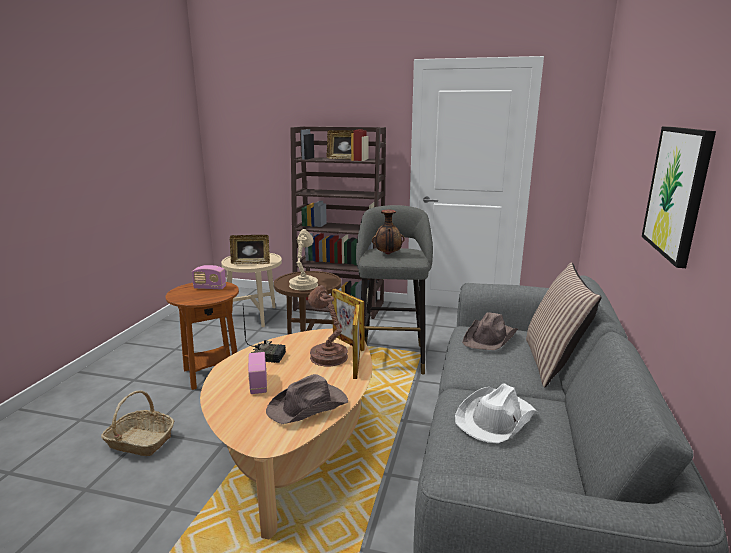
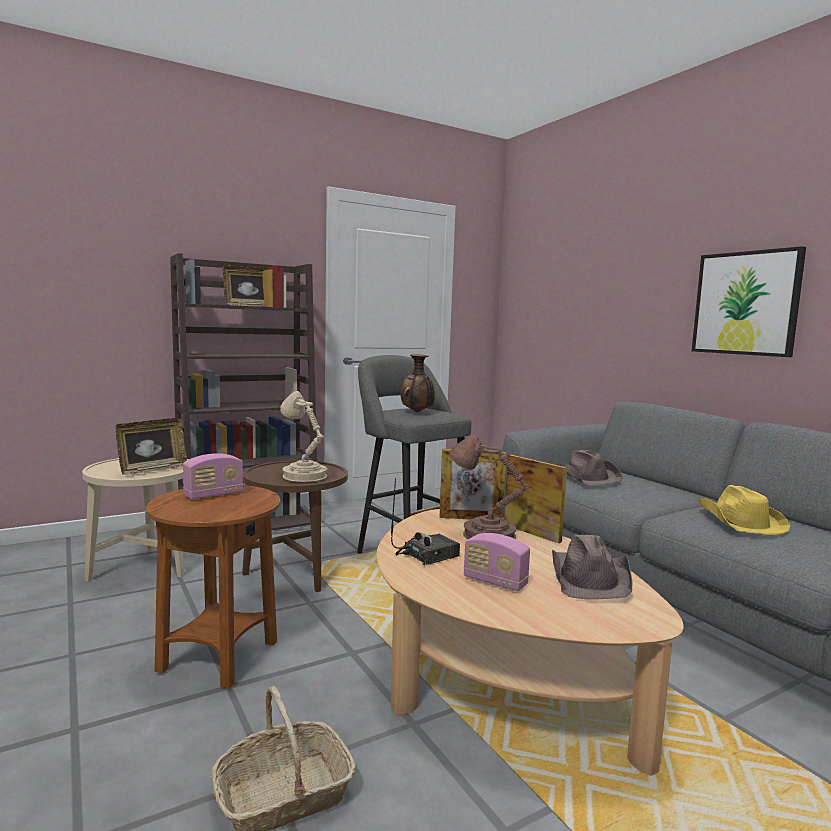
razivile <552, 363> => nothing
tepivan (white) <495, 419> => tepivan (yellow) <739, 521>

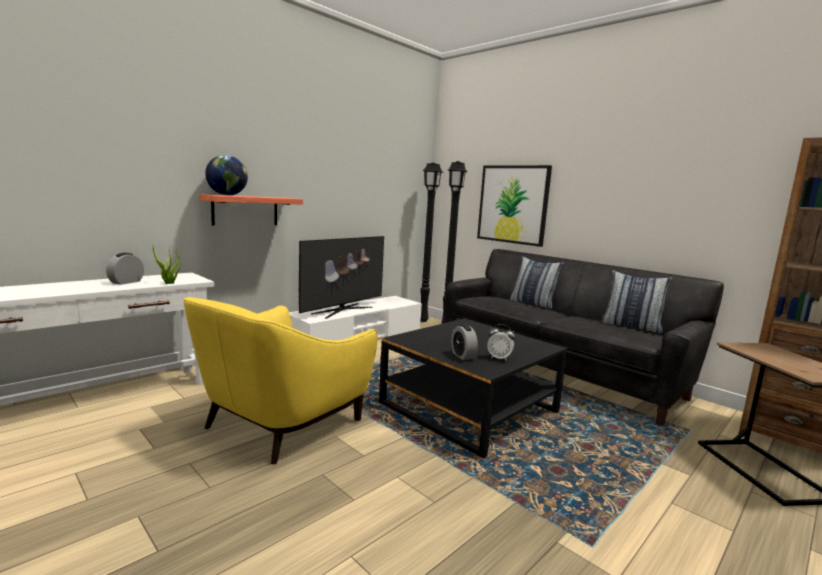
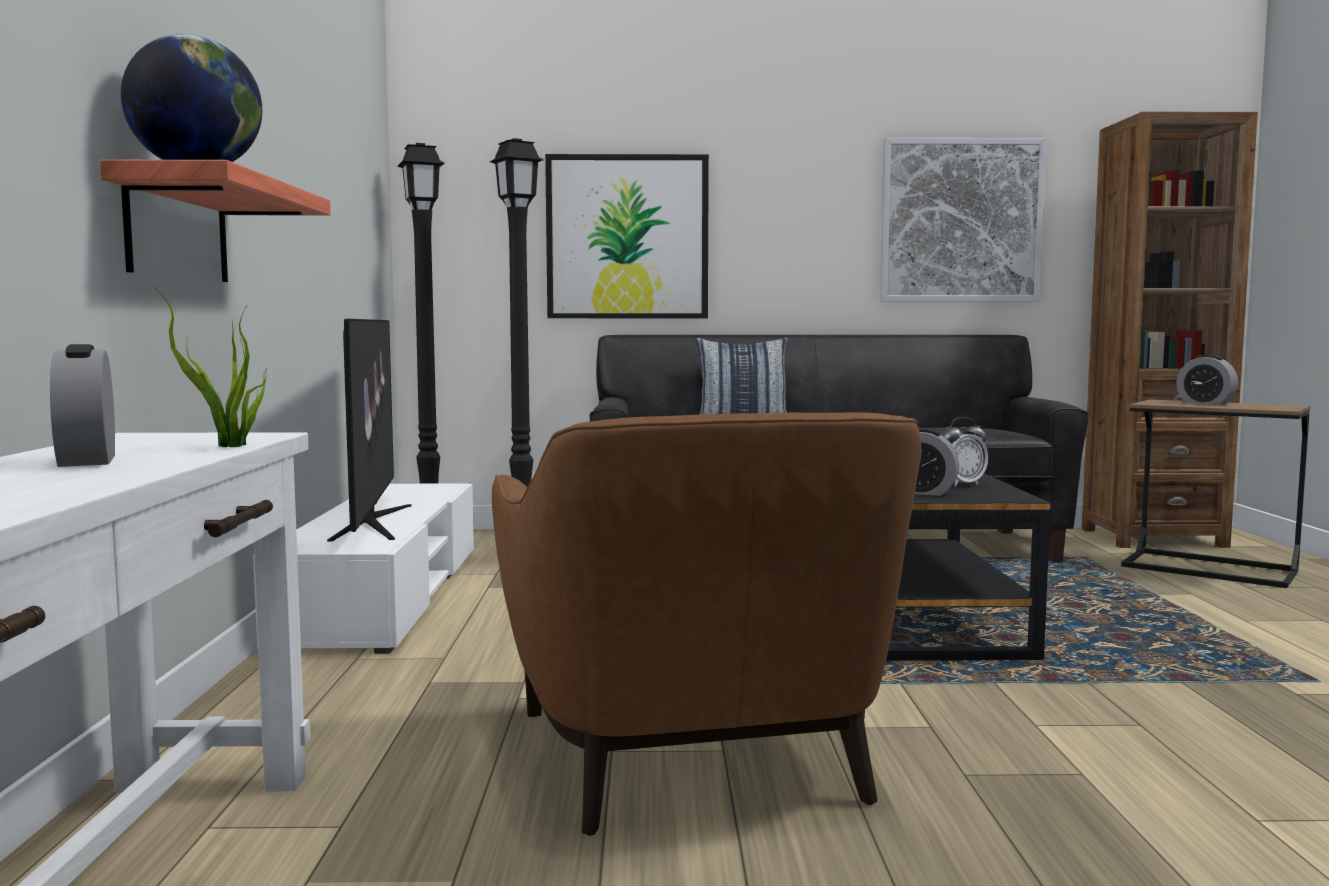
razivile <631, 326> => nothing
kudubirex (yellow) <281, 423> => kudubirex (brown) <694, 756>
nothing => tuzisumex <961, 221>
nothing => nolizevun <1205, 403>

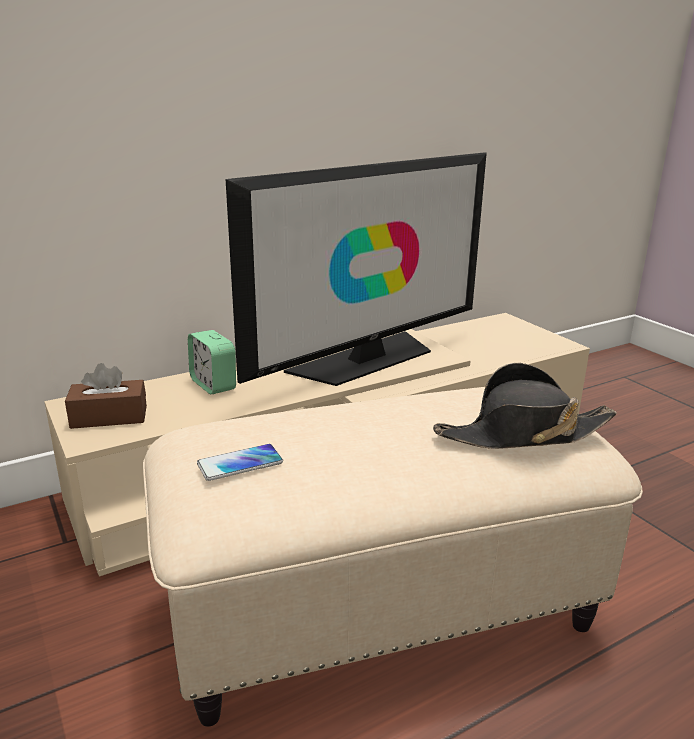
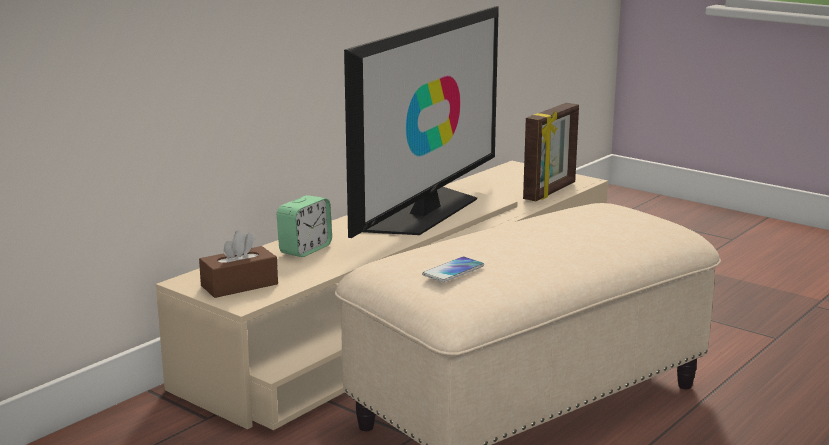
nolizevun <213, 385> => nolizevun <305, 249>, 90 degrees counterclockwise
tepivan (black) <523, 434> => nothing
nothing => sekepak <551, 192>

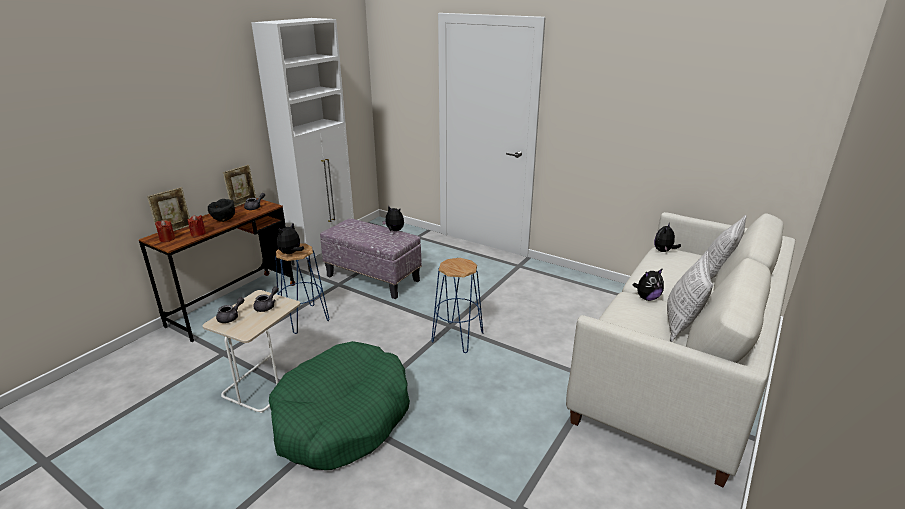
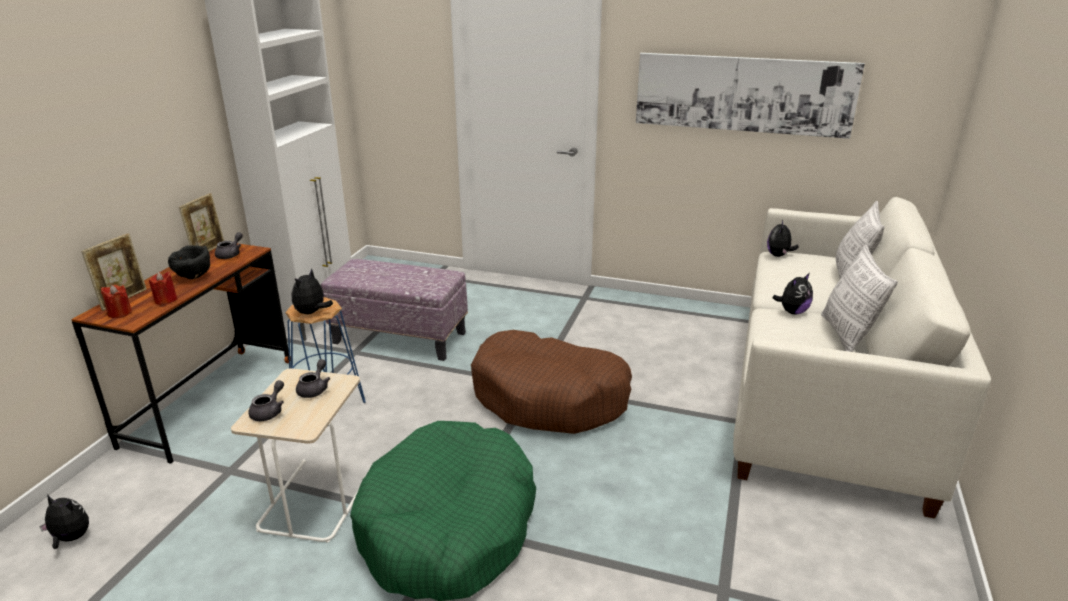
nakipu <394, 231> => nakipu <70, 538>, moved
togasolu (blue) <457, 337> => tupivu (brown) <550, 398>
nothing => tuzisumex <743, 94>

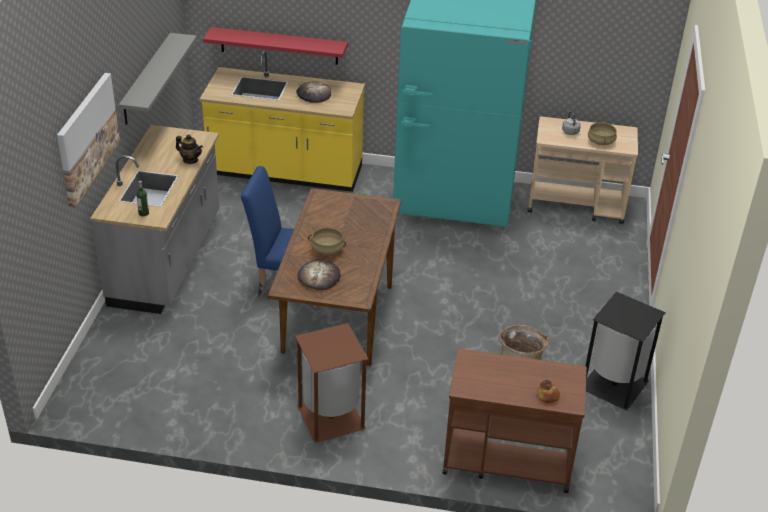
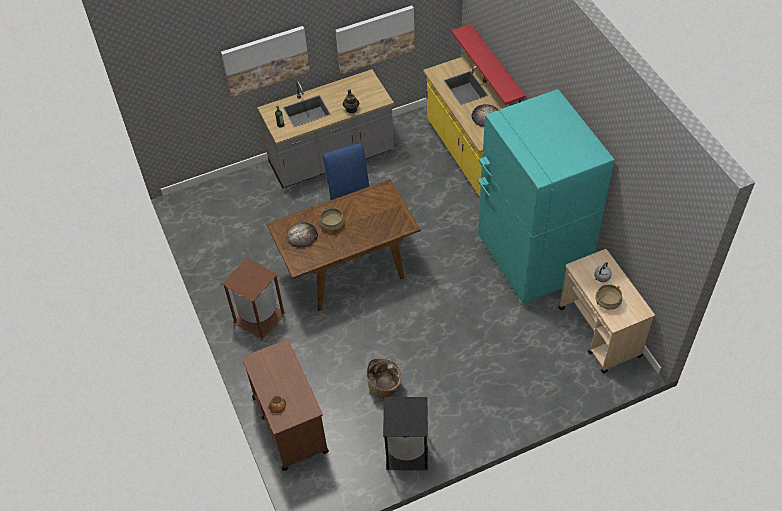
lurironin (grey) <147, 79> => tuzisumex <375, 39>

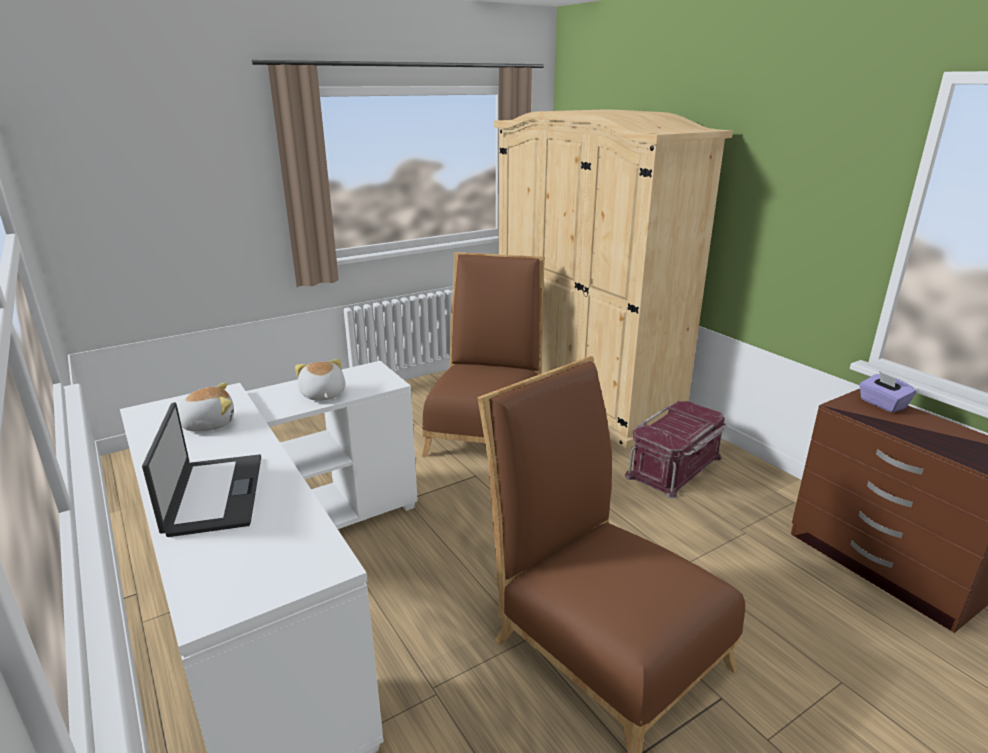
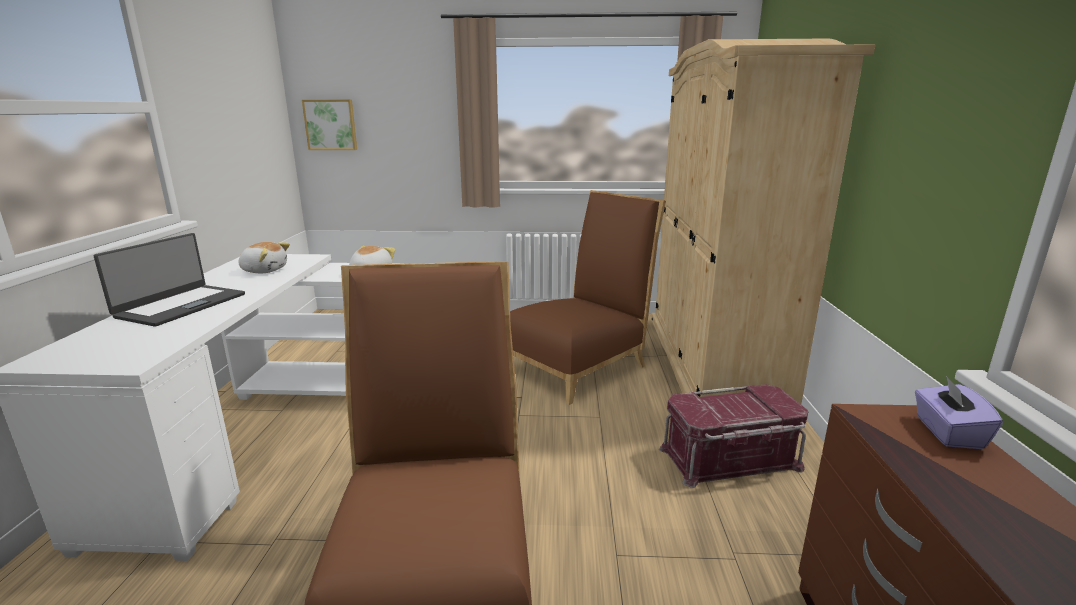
nothing => tuzisumex <331, 125>

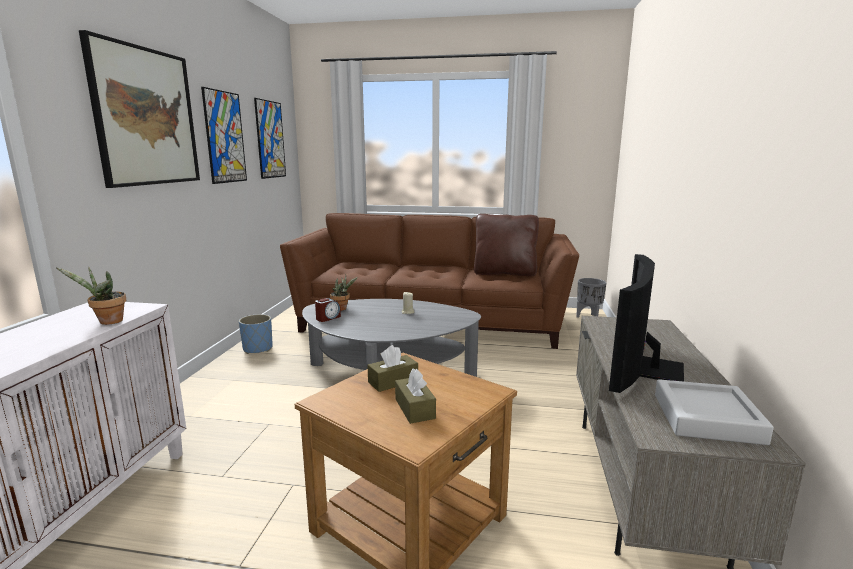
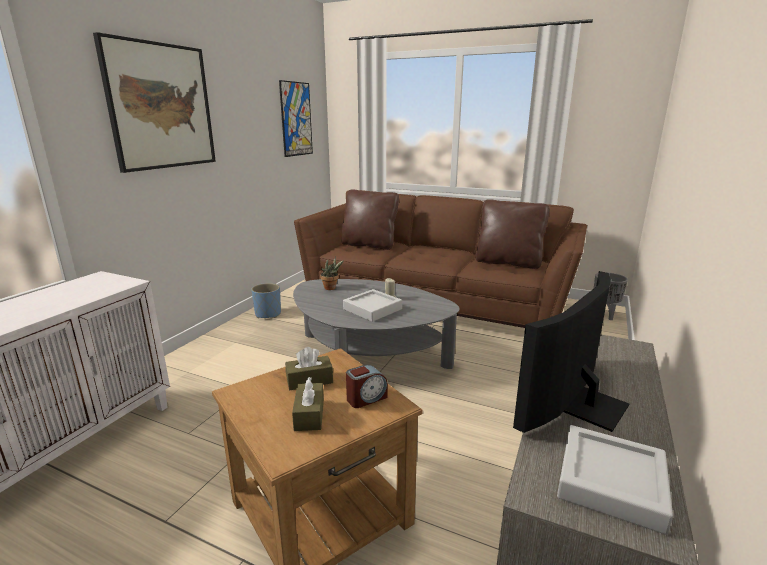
tuzisumex <225, 137> => nothing
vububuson <107, 322> => nothing
nolizevun <328, 318> => nolizevun <366, 398>, moved
nothing => razivile (brown) <369, 245>
nothing => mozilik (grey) <372, 309>

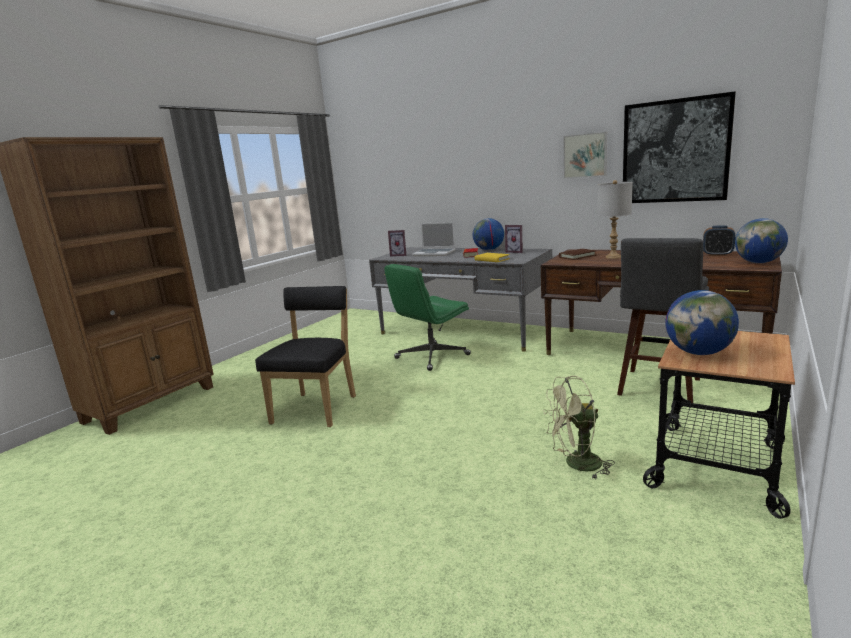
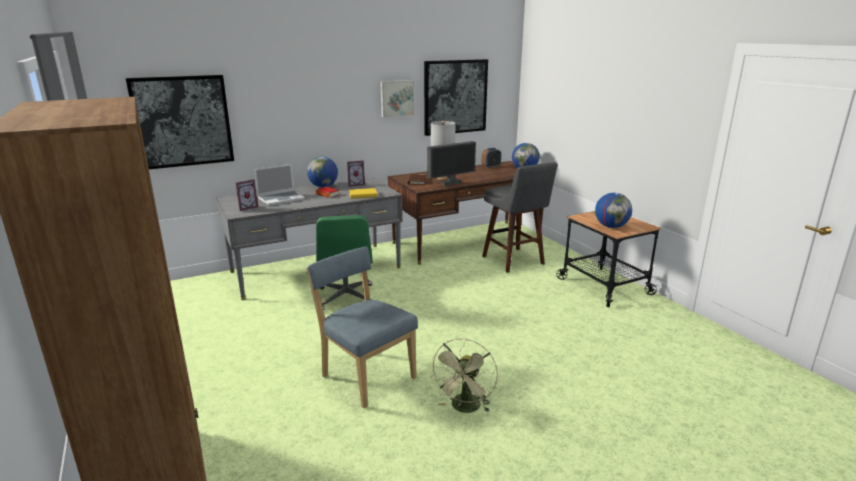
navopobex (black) <317, 408> => navopobex (blue) <365, 375>
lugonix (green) <576, 465> => lugonix (green) <465, 408>, moved
nothing => tuzisumex <183, 121>
nothing => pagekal <450, 183>

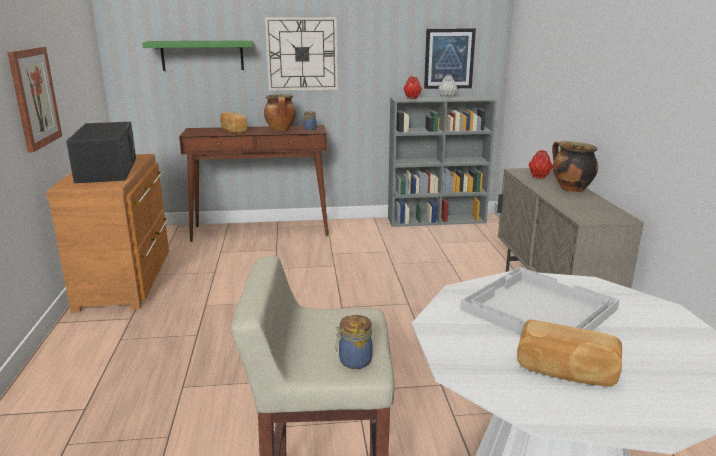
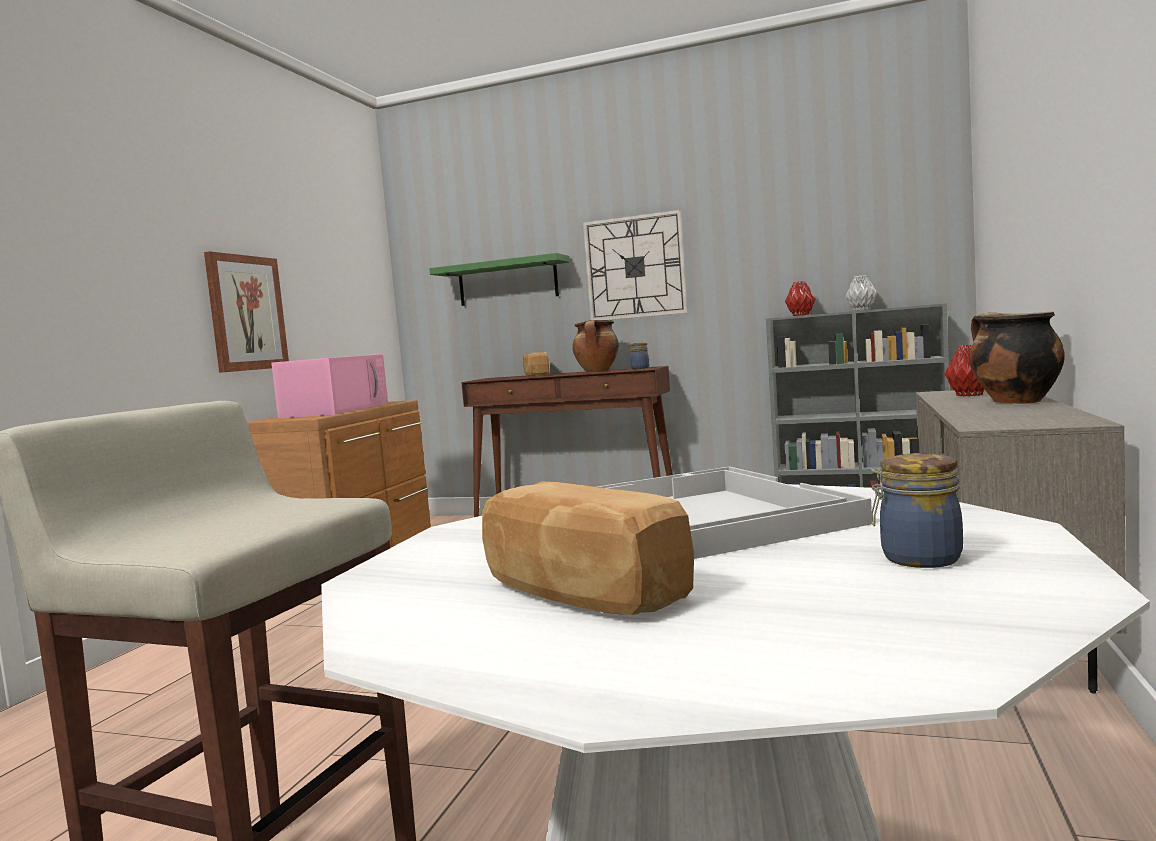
tuzisumex <449, 58> => nothing
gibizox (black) <107, 169> => gibizox (pink) <337, 410>
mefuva <353, 361> => mefuva <917, 559>, moved

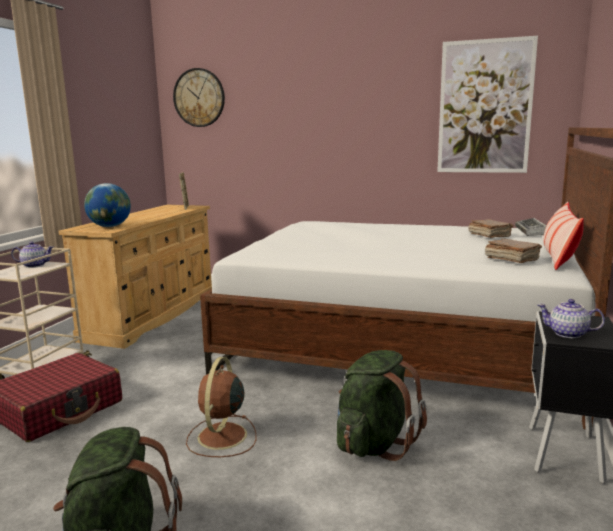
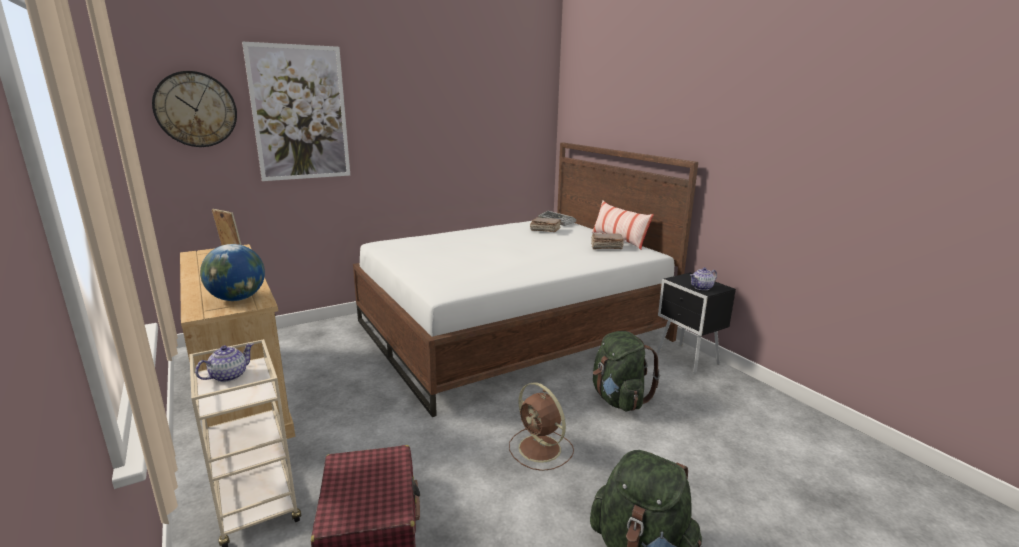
tuzisumex <485, 107> => tuzisumex <300, 113>, moved

